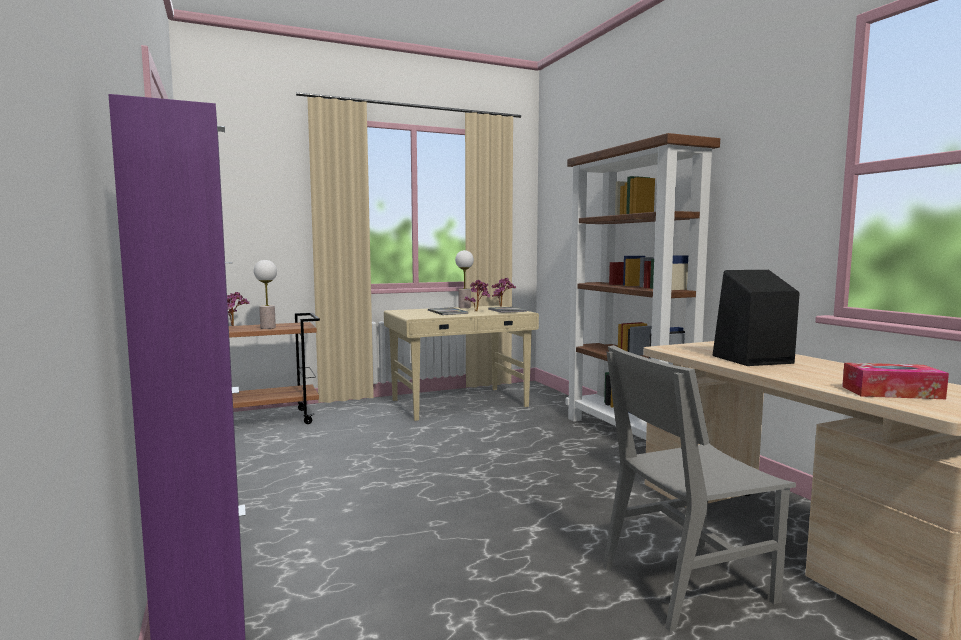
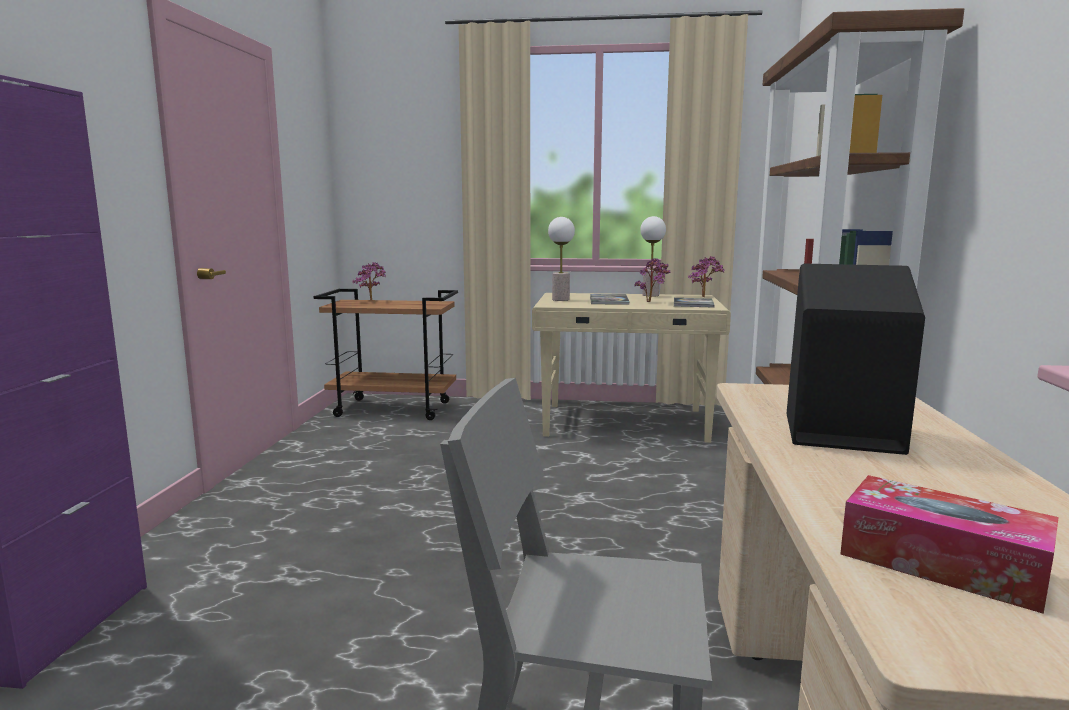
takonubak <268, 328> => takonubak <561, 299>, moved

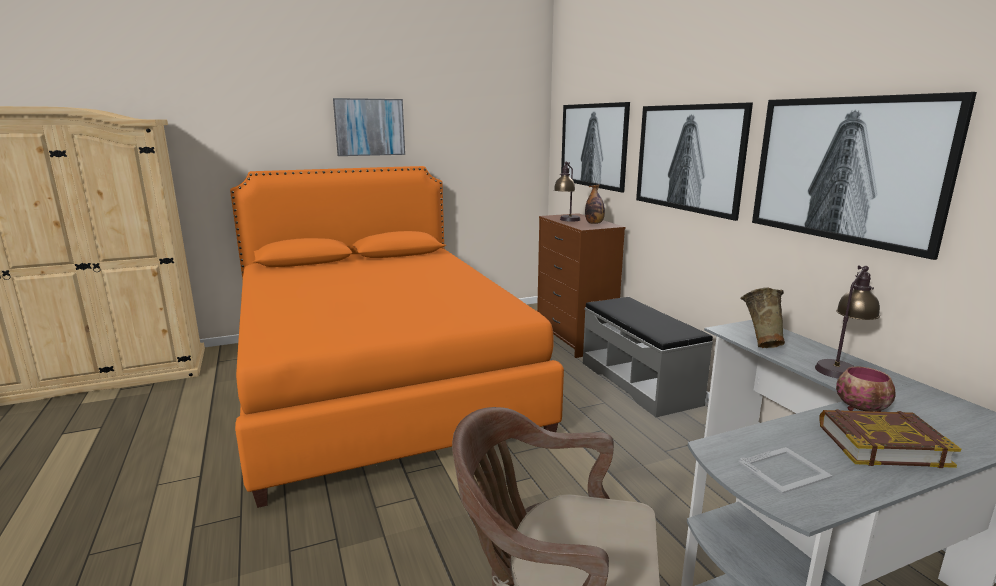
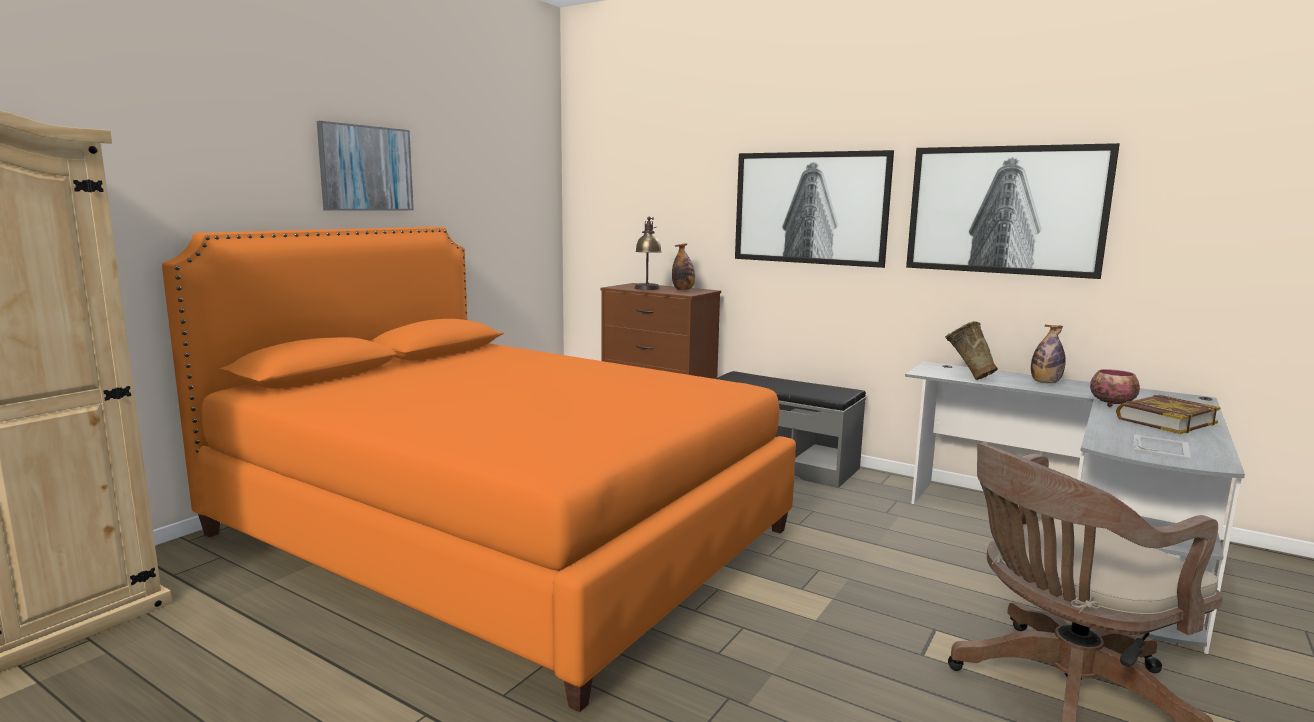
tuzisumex <593, 145> => nothing
takonubak <841, 367> => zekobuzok <1045, 383>

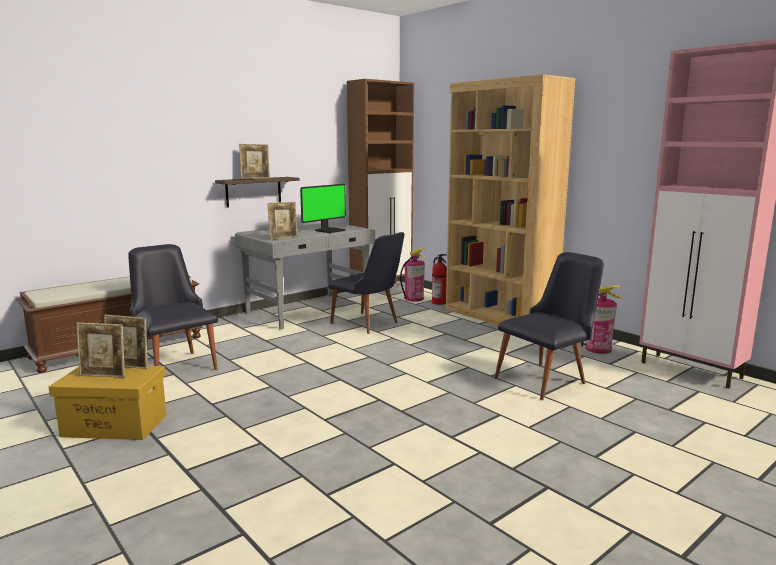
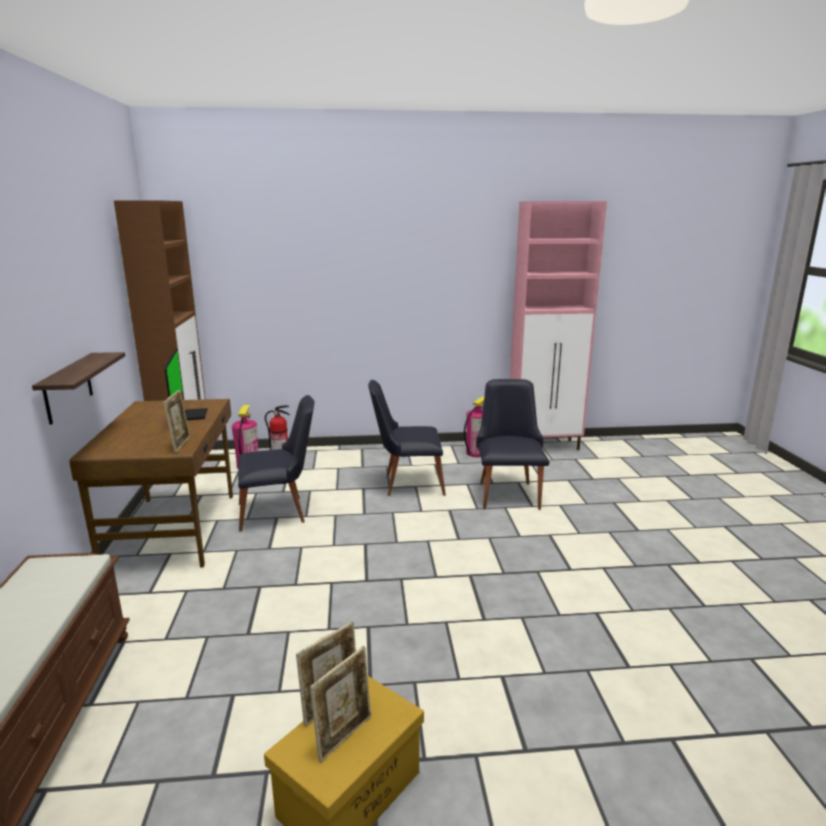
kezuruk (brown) <498, 317> => nothing
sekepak <255, 178> => nothing
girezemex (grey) <309, 311> => girezemex (brown) <174, 529>
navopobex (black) <175, 364> => navopobex (black) <407, 484>, moved

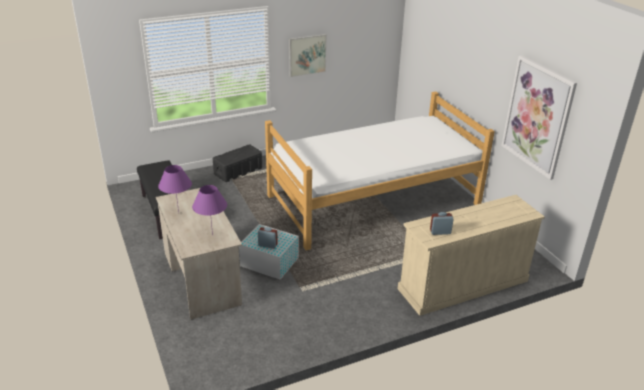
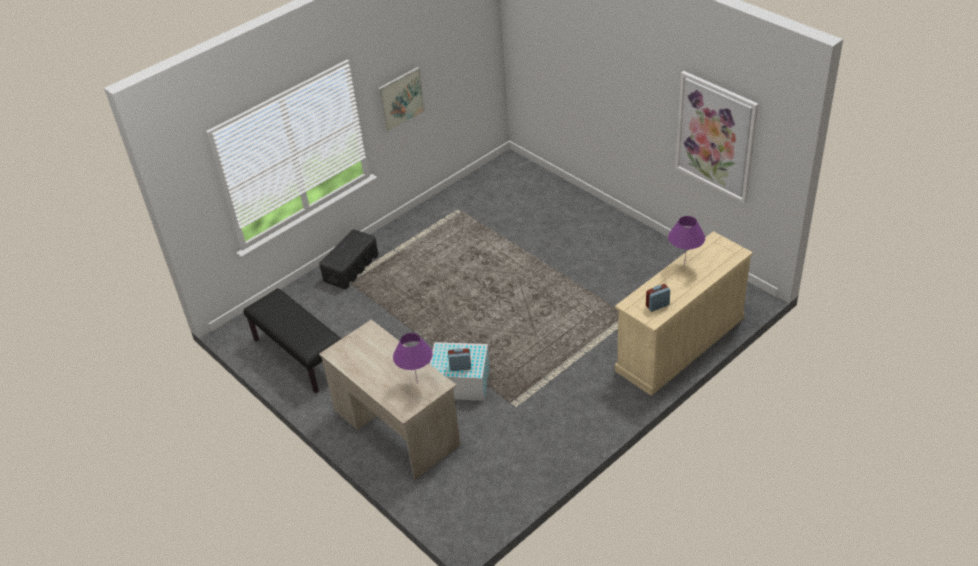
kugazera <374, 200> => nothing
takonubak (purple) <178, 213> => takonubak (purple) <684, 266>, moved

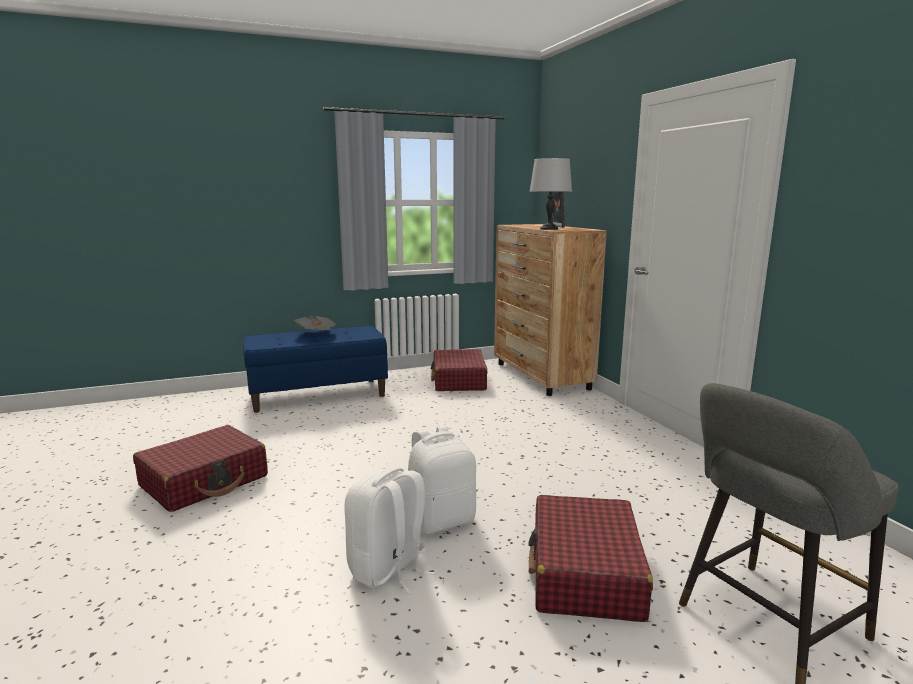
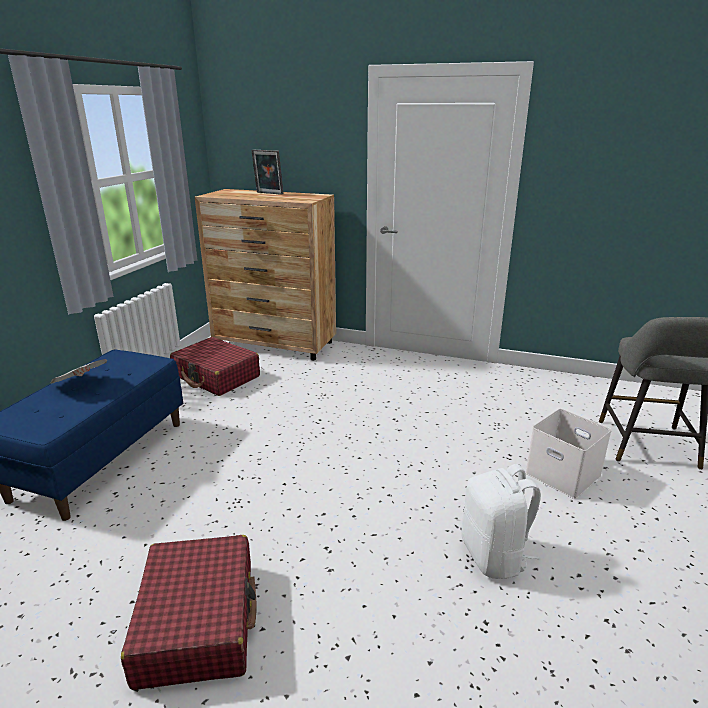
takonubak (grey) <549, 229> => nothing
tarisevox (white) <440, 521> => nothing
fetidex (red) <585, 573> => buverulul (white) <564, 474>

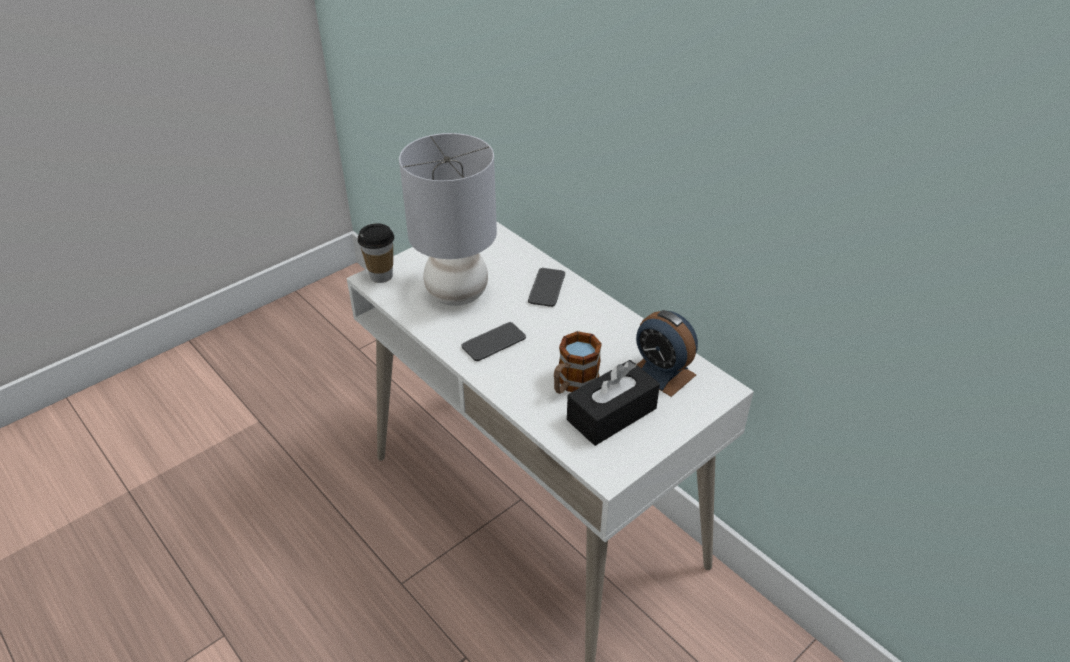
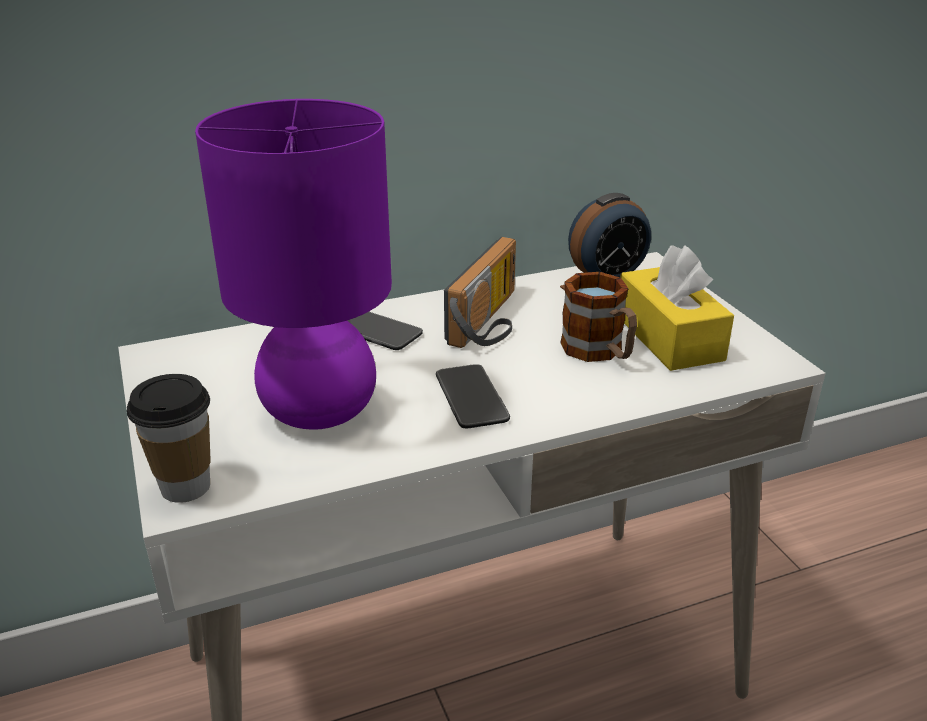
takonubak (grey) <456, 294> => takonubak (purple) <320, 411>
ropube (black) <611, 414> => ropube (yellow) <669, 337>
nothing => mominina <492, 321>

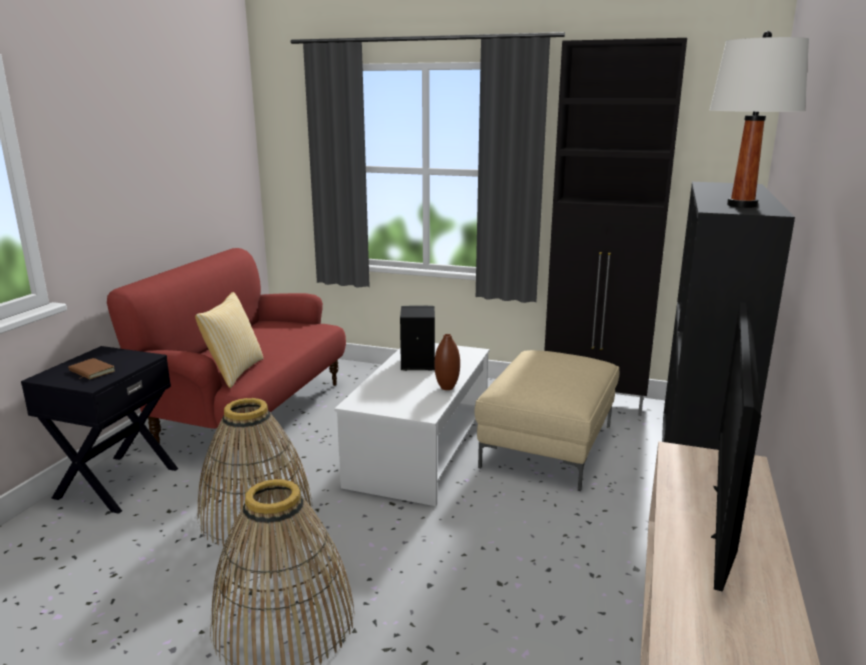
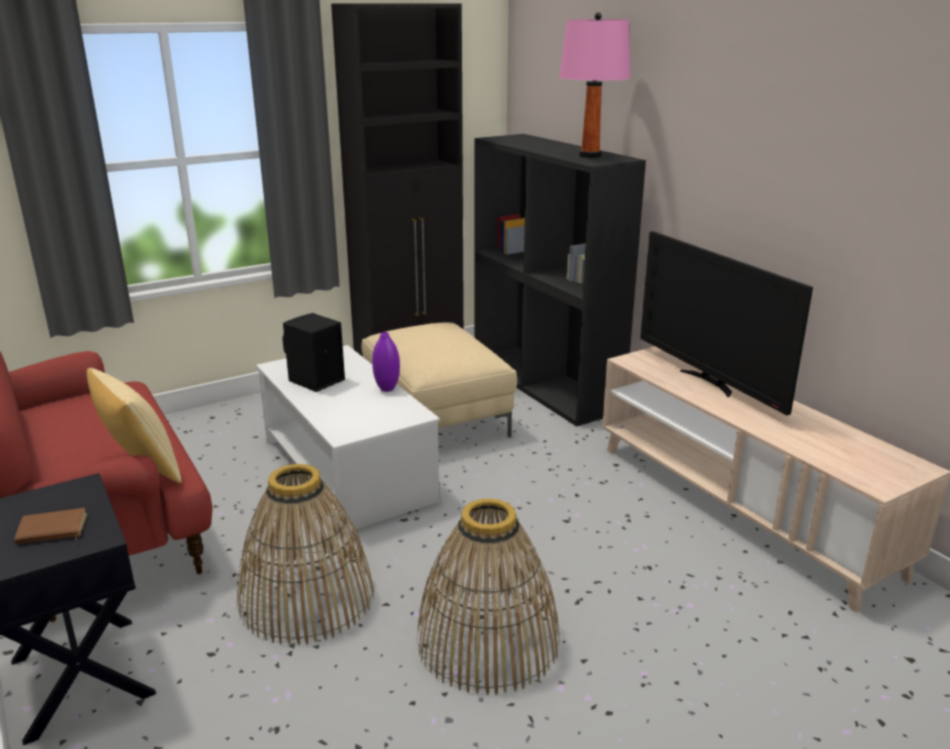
takonubak (white) <742, 205> => takonubak (pink) <590, 156>
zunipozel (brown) <447, 388> => zunipozel (purple) <387, 389>

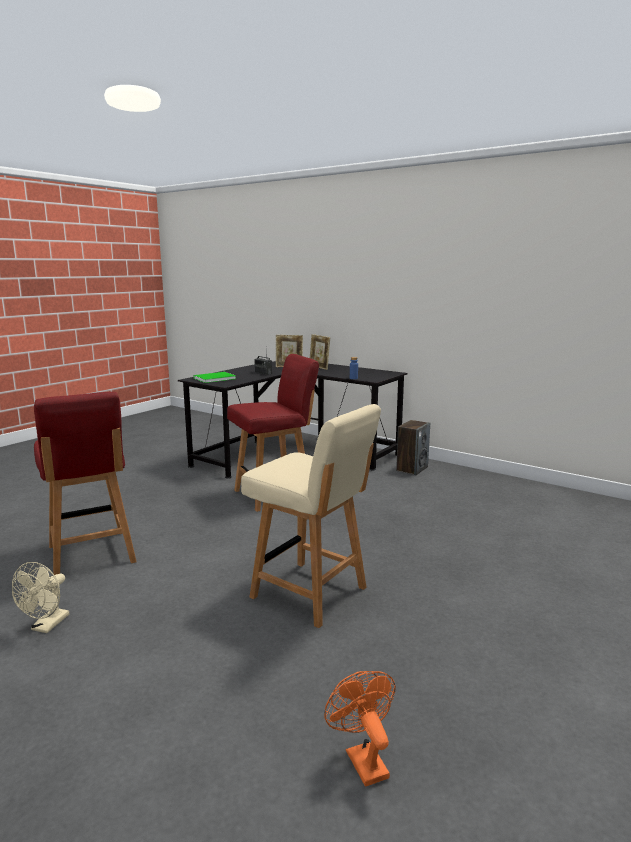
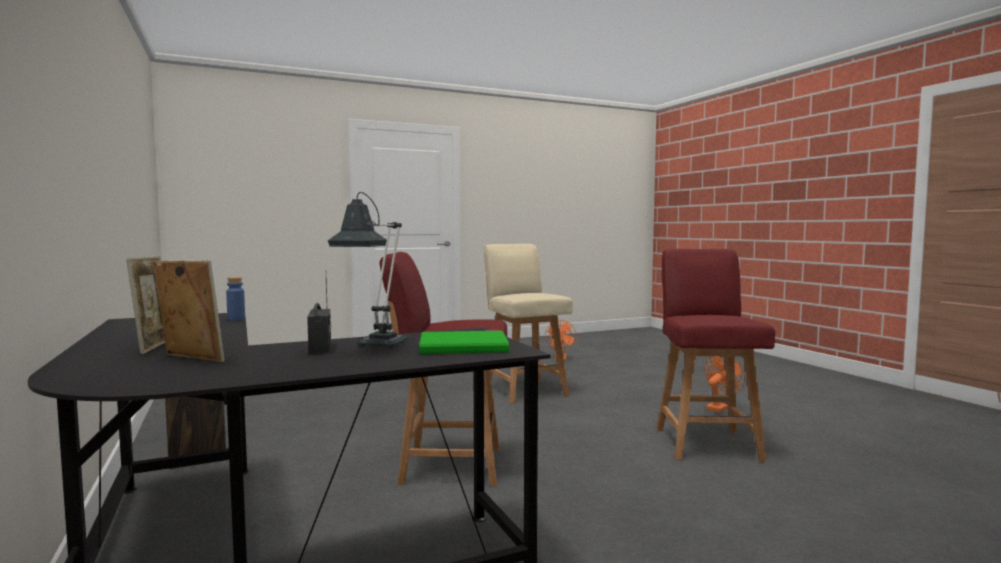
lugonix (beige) <47, 626> => lugonix (orange) <720, 407>
nothing => takonubak <377, 346>

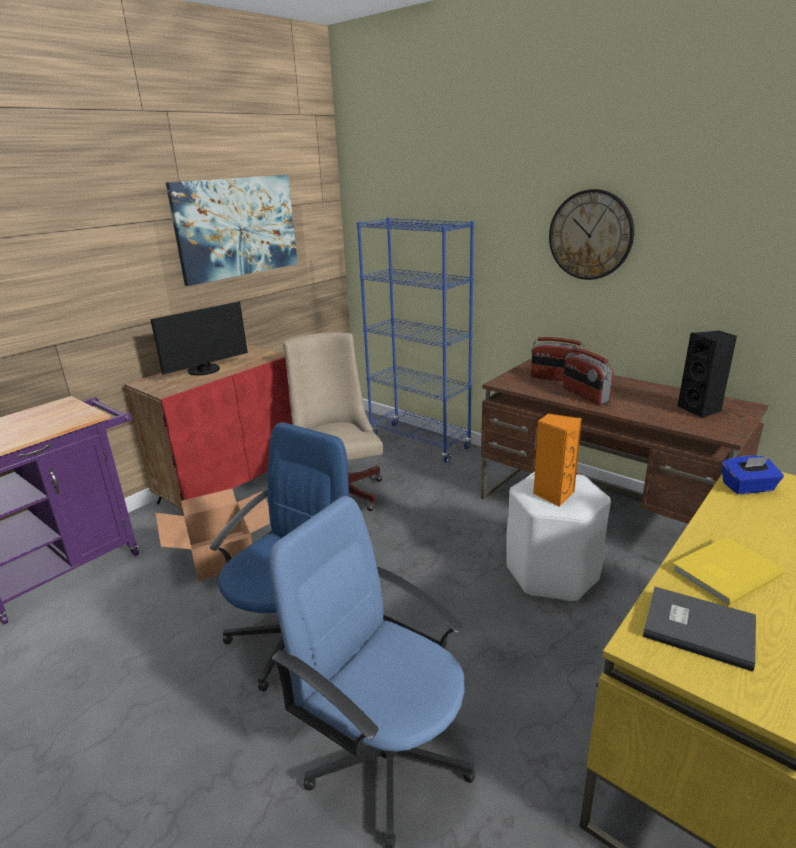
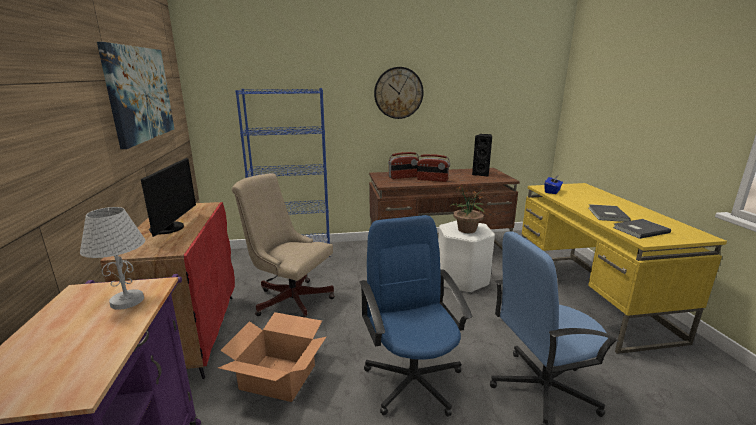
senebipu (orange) <553, 494> => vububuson <466, 230>
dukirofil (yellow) <722, 572> => dukirofil (grey) <606, 214>
nothing => takonubak (white) <127, 301>

